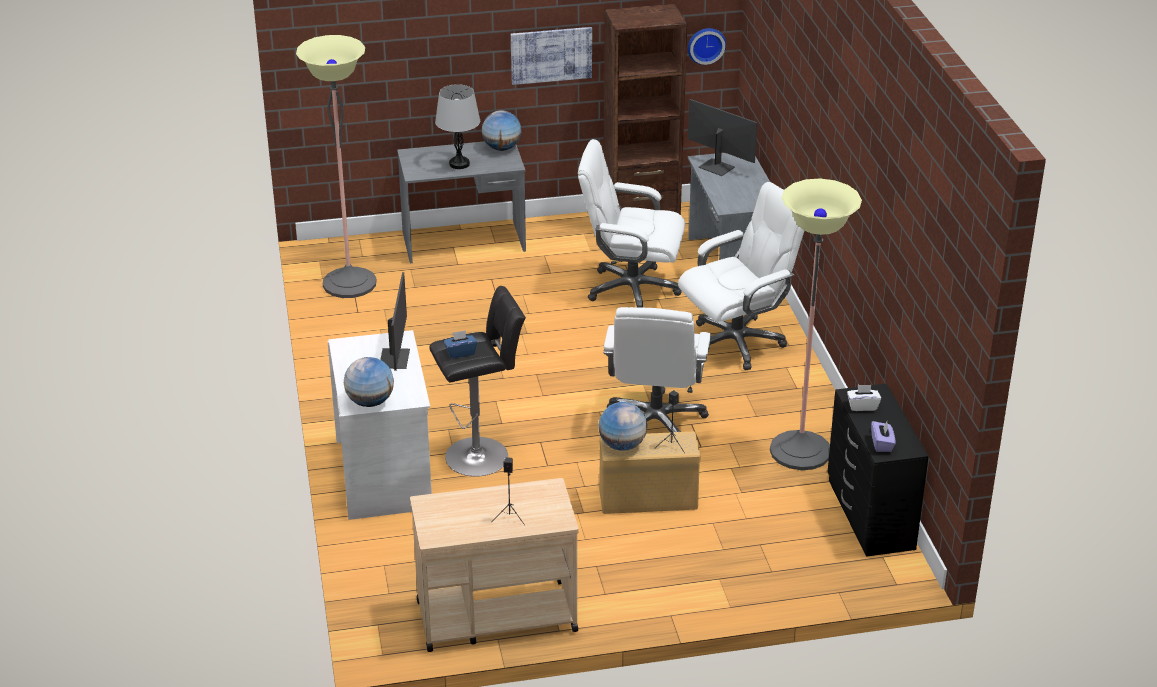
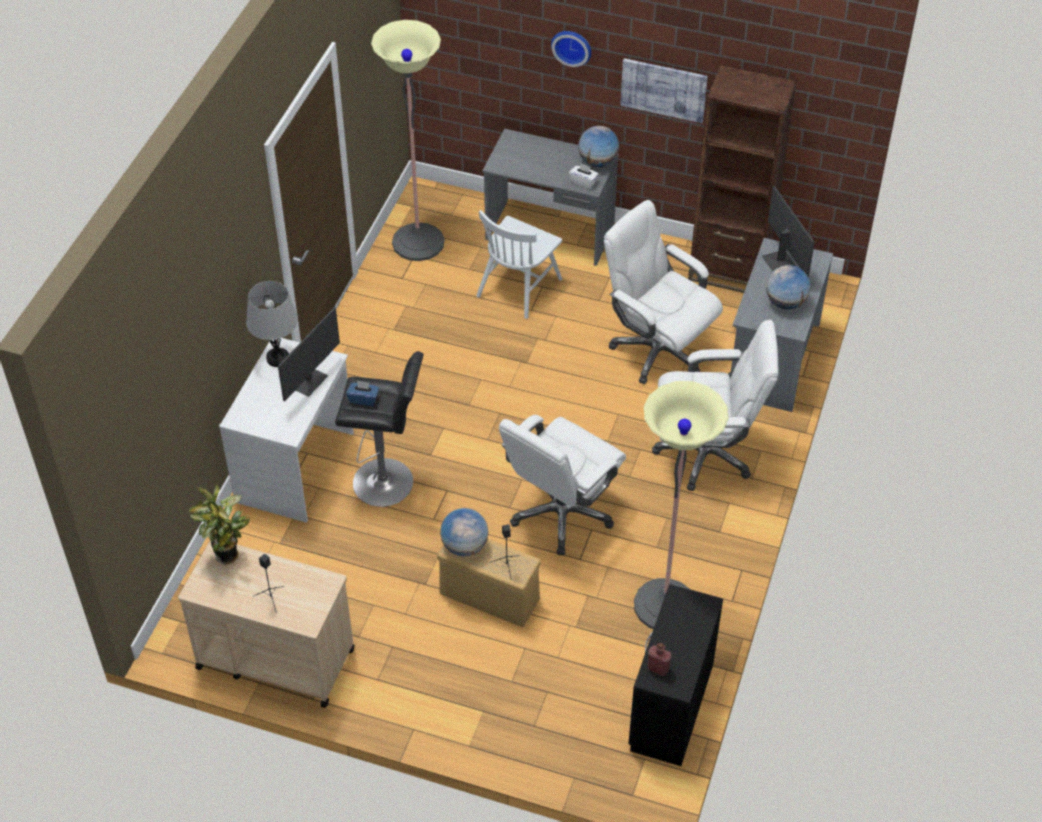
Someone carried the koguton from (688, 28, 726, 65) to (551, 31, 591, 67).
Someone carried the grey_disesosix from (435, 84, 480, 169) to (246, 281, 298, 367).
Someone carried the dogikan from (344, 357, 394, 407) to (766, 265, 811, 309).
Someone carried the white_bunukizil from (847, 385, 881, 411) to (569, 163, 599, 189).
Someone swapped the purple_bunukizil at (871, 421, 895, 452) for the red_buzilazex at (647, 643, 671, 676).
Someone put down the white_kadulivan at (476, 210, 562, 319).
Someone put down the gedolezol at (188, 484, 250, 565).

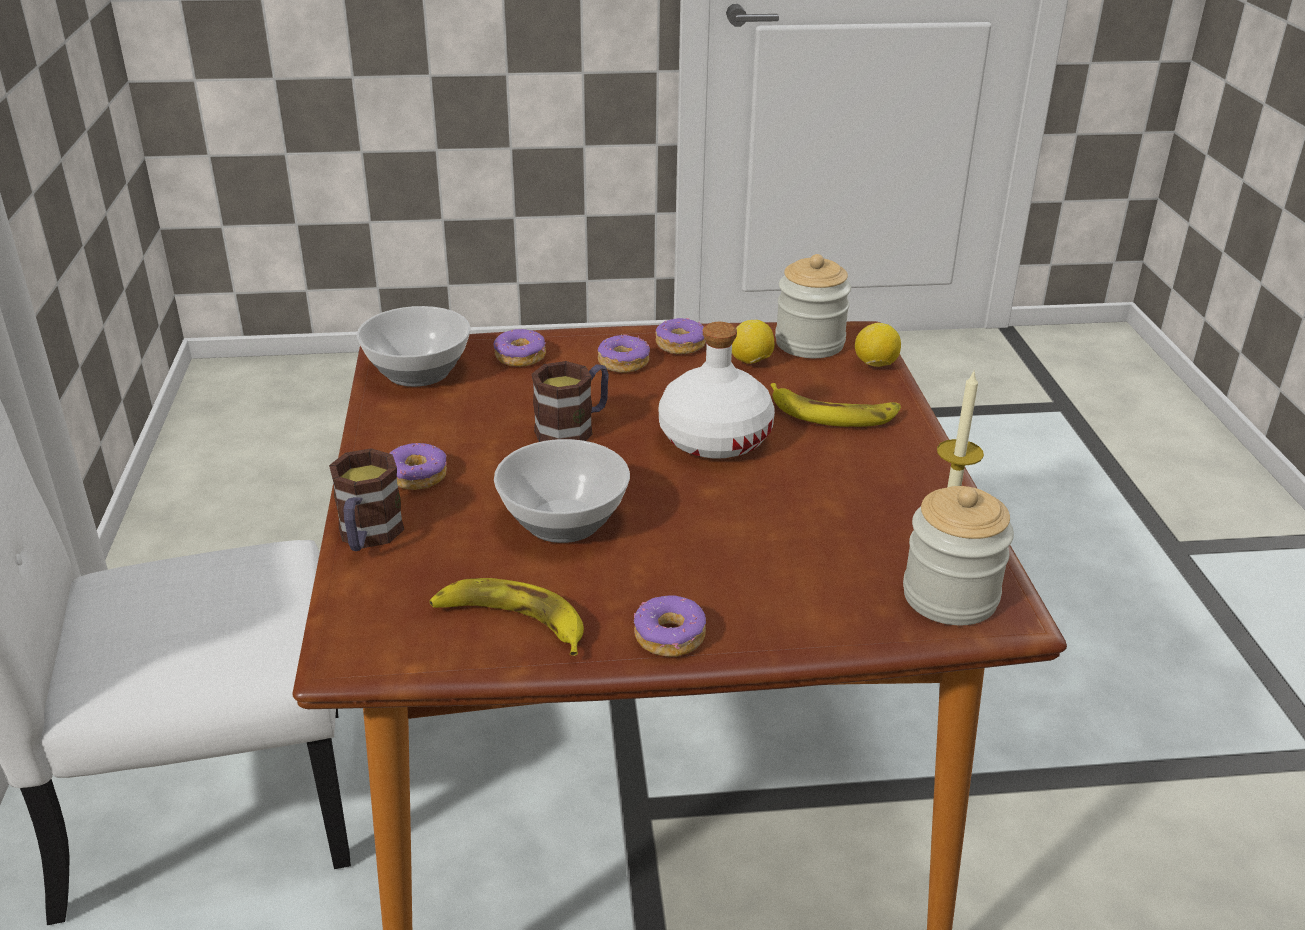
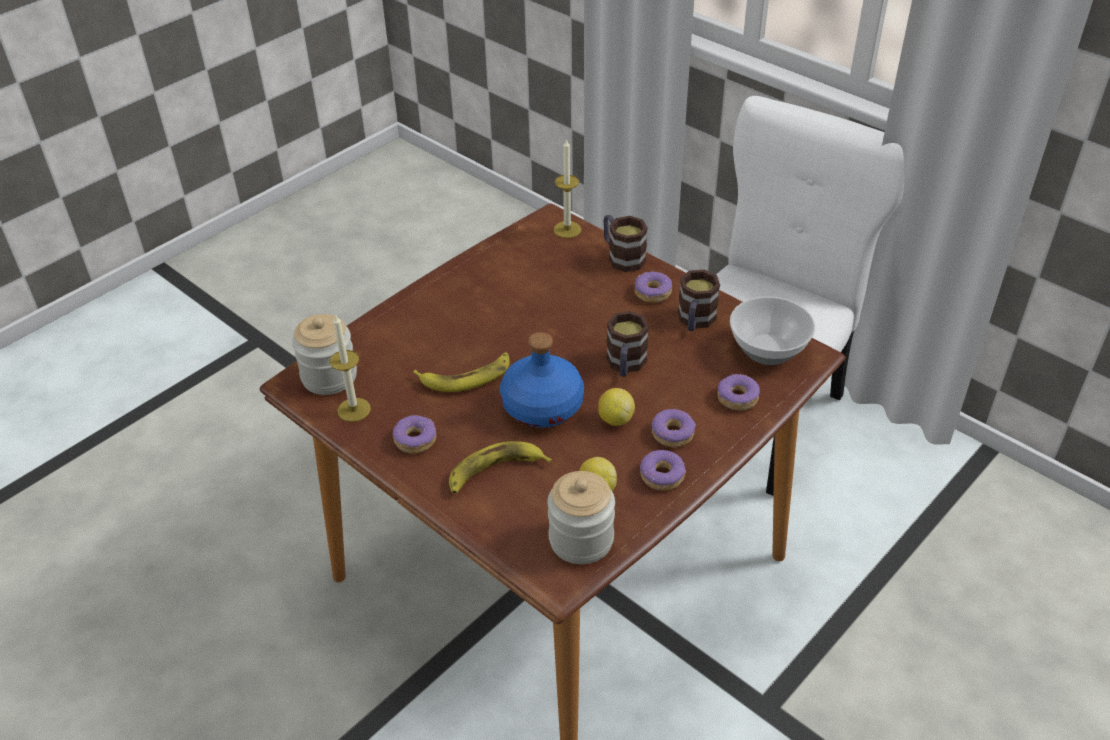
Someone repainted the white_buzilazex at (659, 322, 775, 459), which became the blue_buzilazex at (500, 332, 584, 428).
Someone carried the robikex from (855, 323, 901, 367) to (598, 388, 635, 426).
Someone took away the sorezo at (494, 439, 630, 543).
Someone carried the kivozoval from (429, 578, 584, 656) to (413, 352, 510, 392).
Someone carried the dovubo from (633, 595, 706, 657) to (393, 415, 436, 454).
Someone put down the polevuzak at (553, 138, 581, 238).
Someone put down the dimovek at (678, 270, 720, 331).

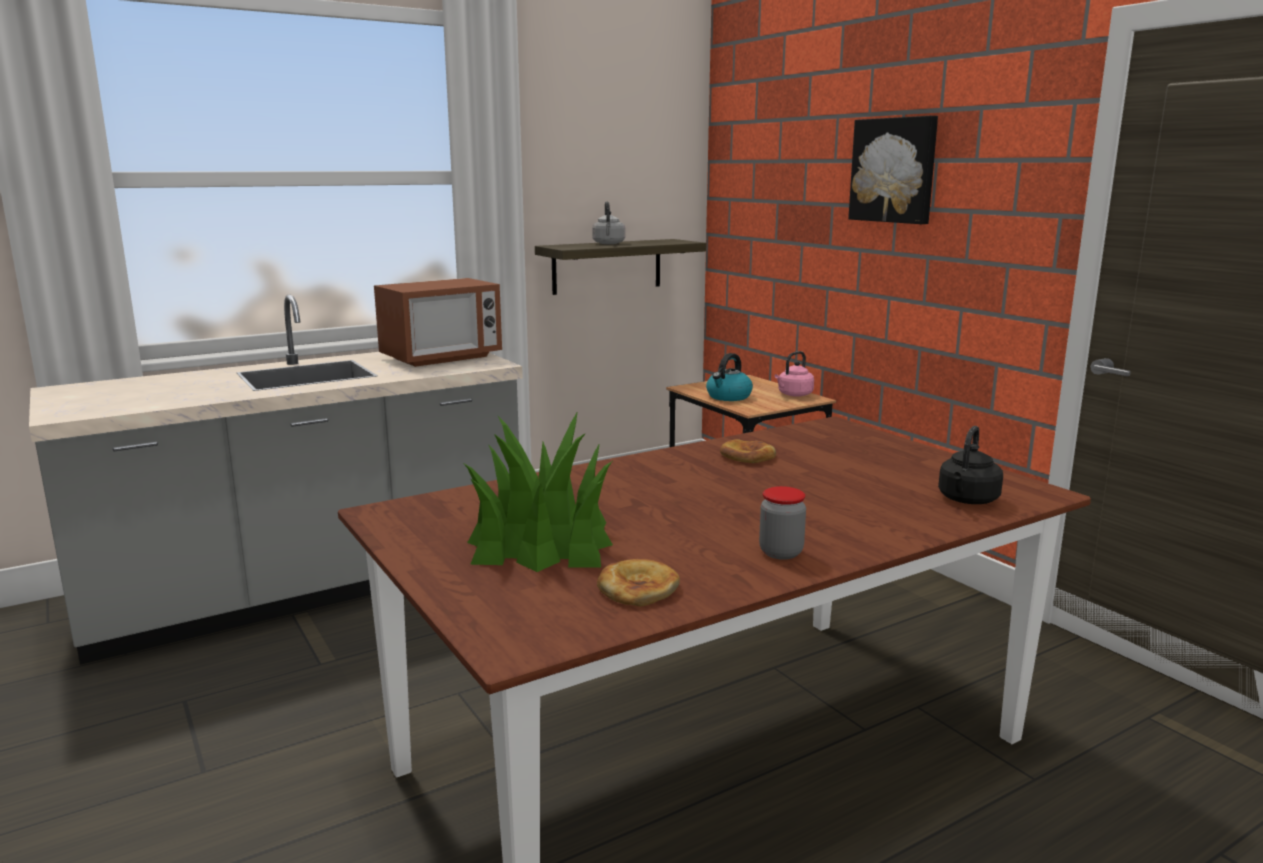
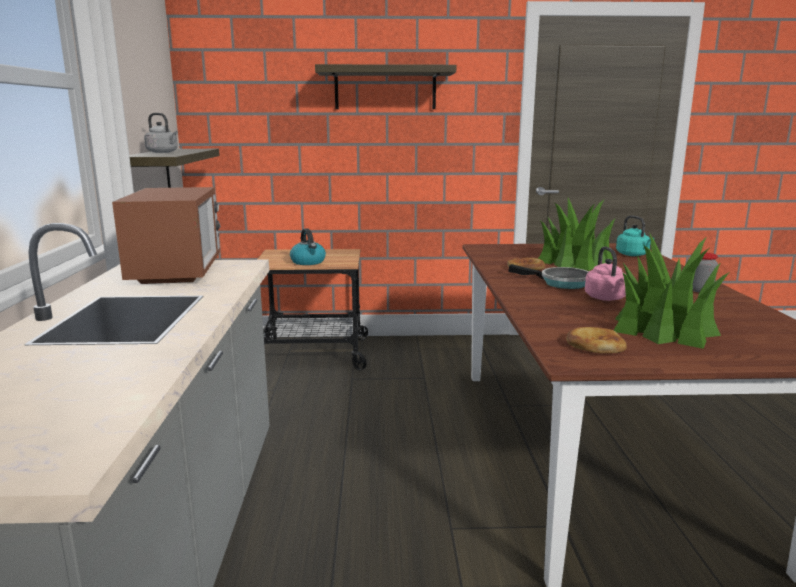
Someone swapped the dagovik at (848, 116, 938, 224) for the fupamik at (315, 64, 456, 109).
Someone carried the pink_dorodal from (774, 351, 814, 397) to (585, 246, 626, 301).
Someone repainted the black_dorodal at (938, 426, 1003, 504), which became the turquoise_dorodal at (616, 215, 654, 256).
Someone carried the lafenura from (597, 559, 680, 606) to (566, 327, 627, 353).
Someone put down the gedolezol at (538, 198, 616, 271).
Someone put down the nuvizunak at (508, 264, 589, 289).

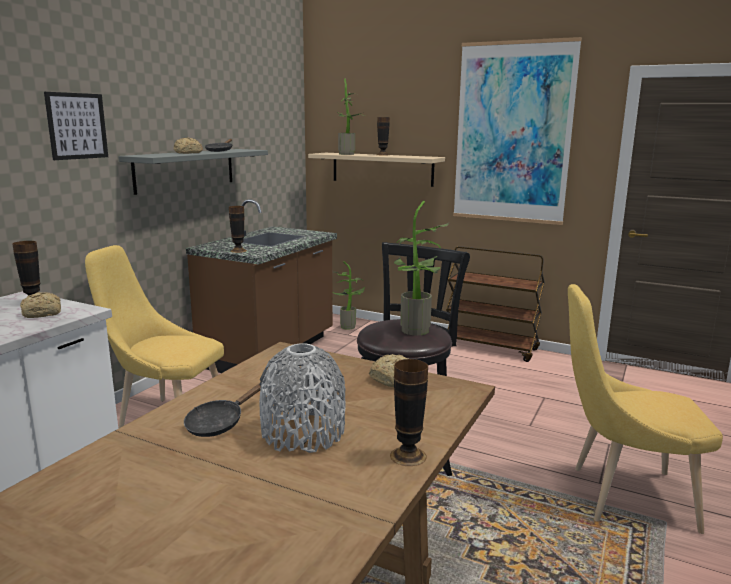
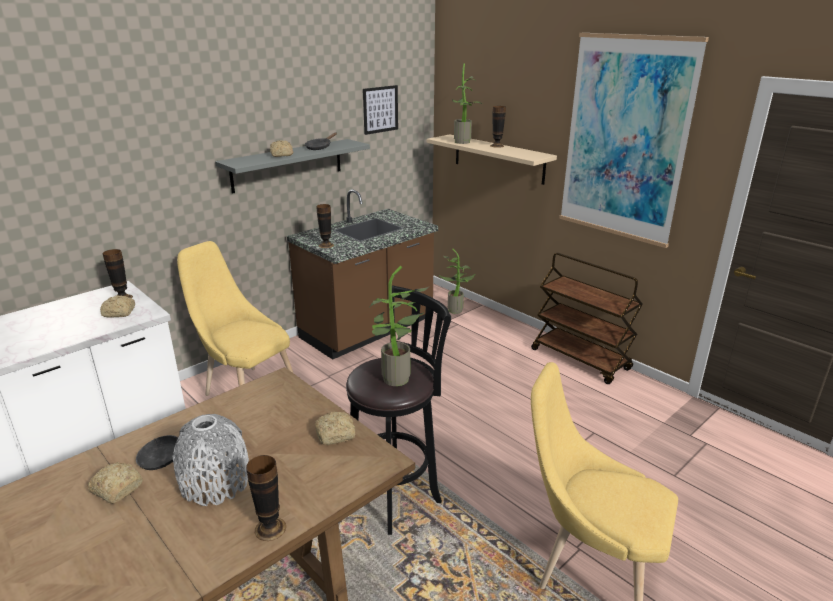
Someone carried the dagovik from (44, 92, 108, 160) to (363, 85, 398, 135).
Someone put down the lafenura at (87, 462, 143, 504).

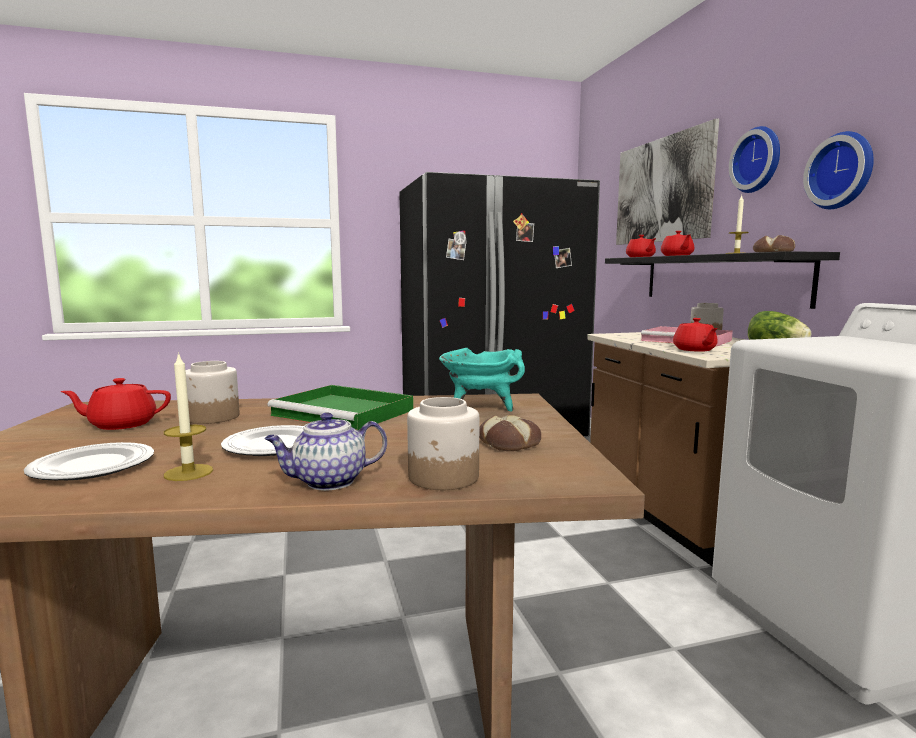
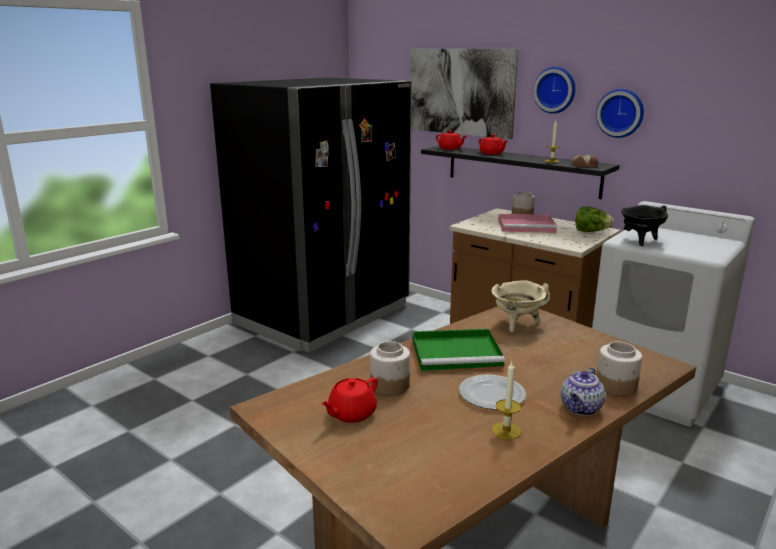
Someone took away the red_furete at (673, 318, 718, 352).
Someone repainted the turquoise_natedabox at (439, 348, 525, 412), which became the beige_natedabox at (491, 280, 550, 333).
Someone took away the lafenura at (479, 415, 541, 451).
Someone took away the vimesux at (24, 442, 154, 480).
Someone put down the black_natedabox at (621, 205, 668, 246).

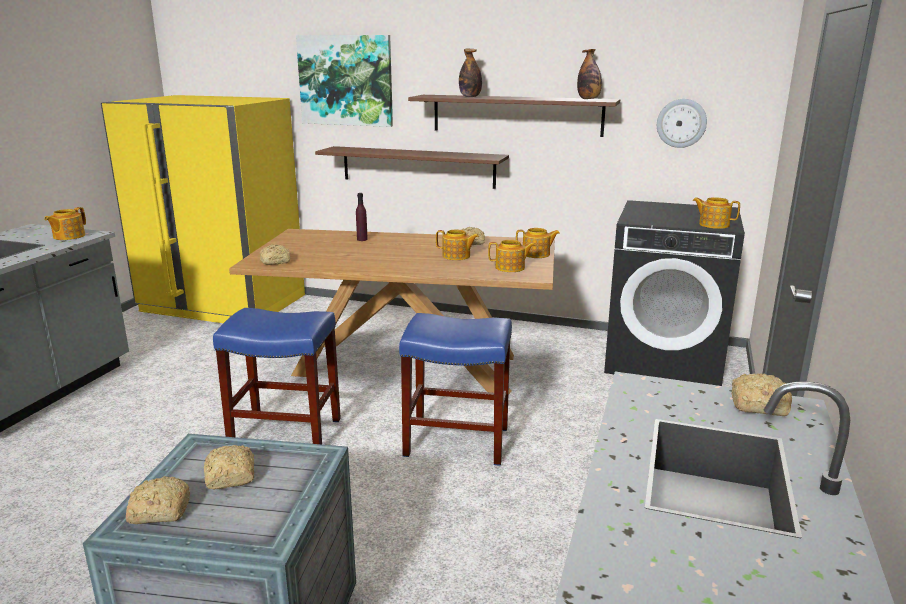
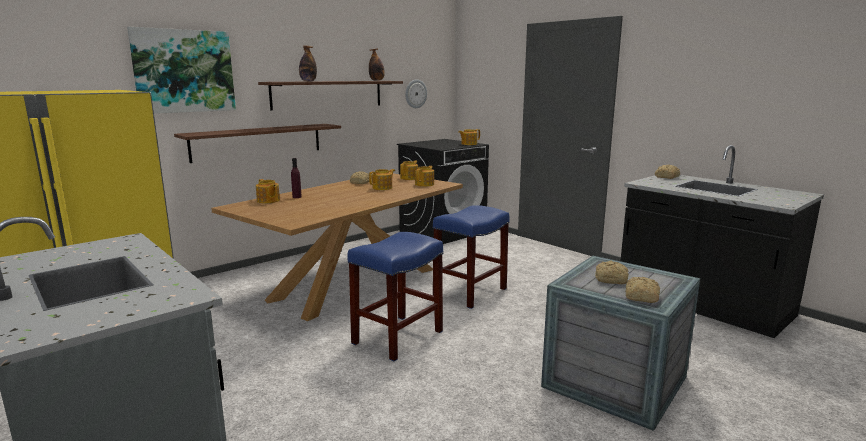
Someone carried the furete from (44, 207, 86, 240) to (256, 179, 280, 203).
Someone took away the lafenura at (260, 244, 290, 265).

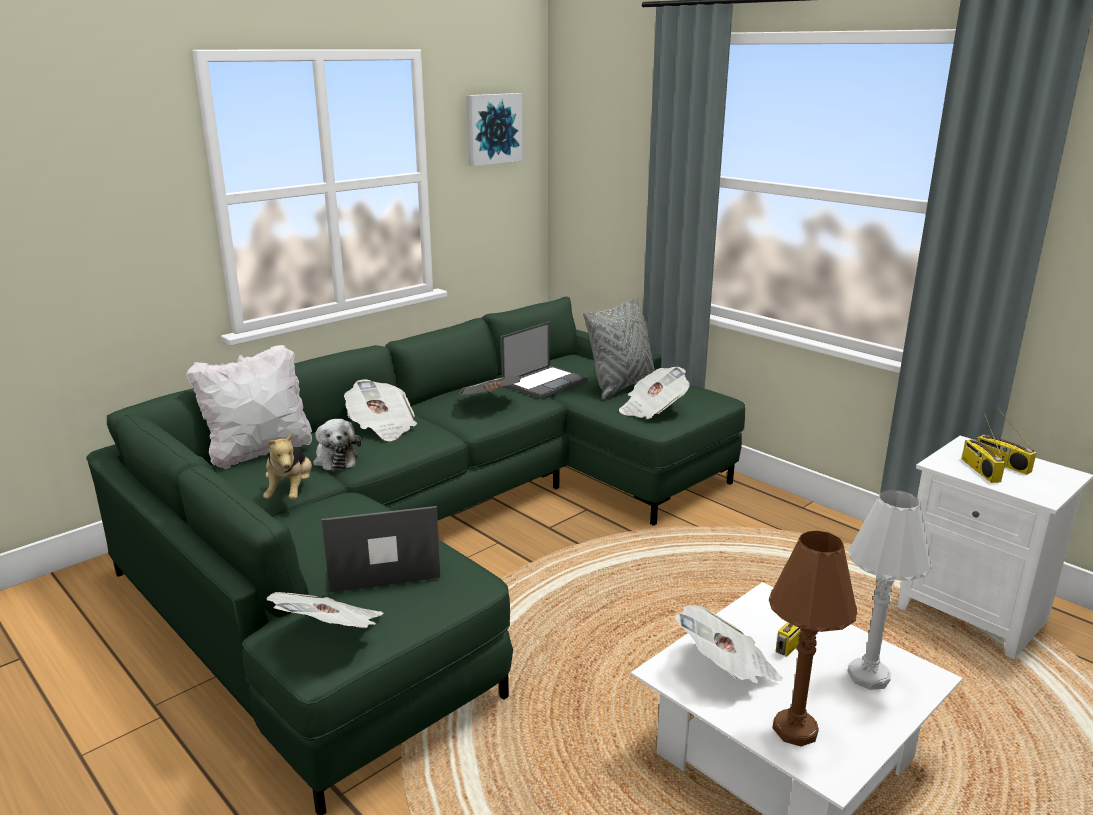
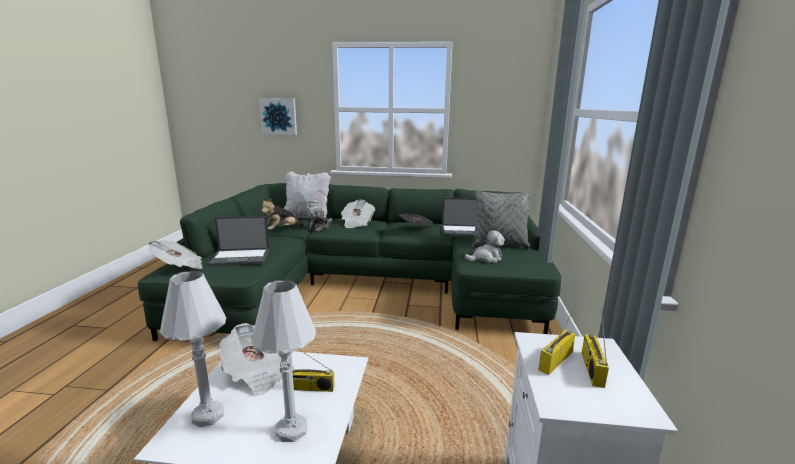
Someone carried the dagovik from (466, 93, 523, 166) to (259, 98, 297, 135).
Someone swapped the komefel at (619, 367, 690, 419) for the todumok at (465, 230, 505, 263).
Someone rotated the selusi at (321, 506, 441, 592) by 135 degrees clockwise.
Someone repainted the brown_disesosix at (769, 531, 857, 746), which became the white_disesosix at (159, 271, 226, 427).

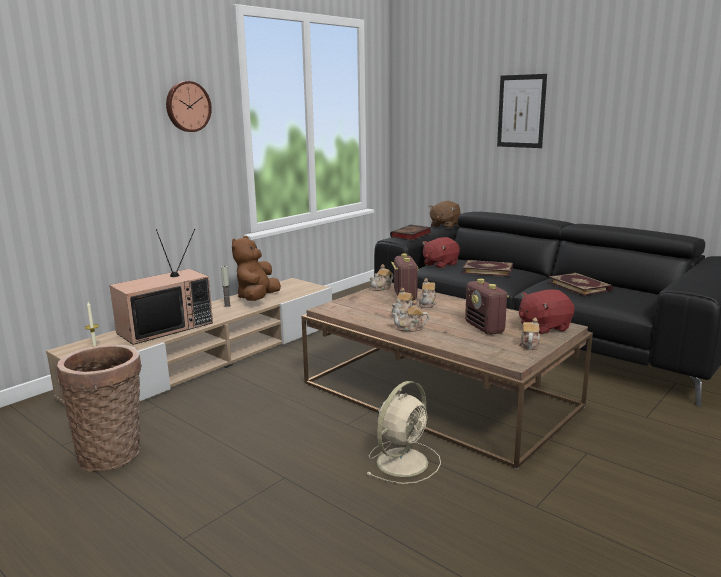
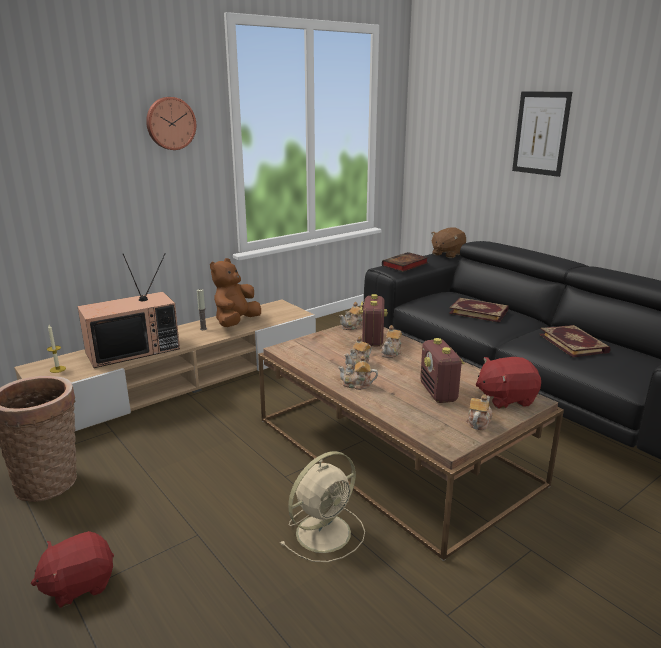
Someone carried the red_todumok from (422, 237, 460, 269) to (31, 531, 114, 608).

